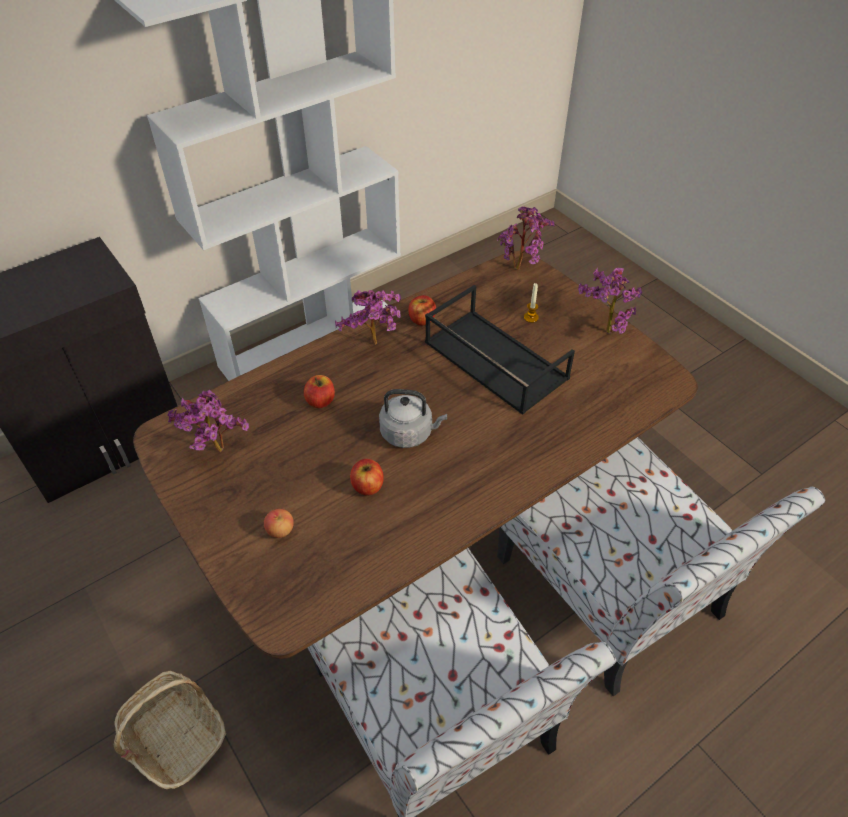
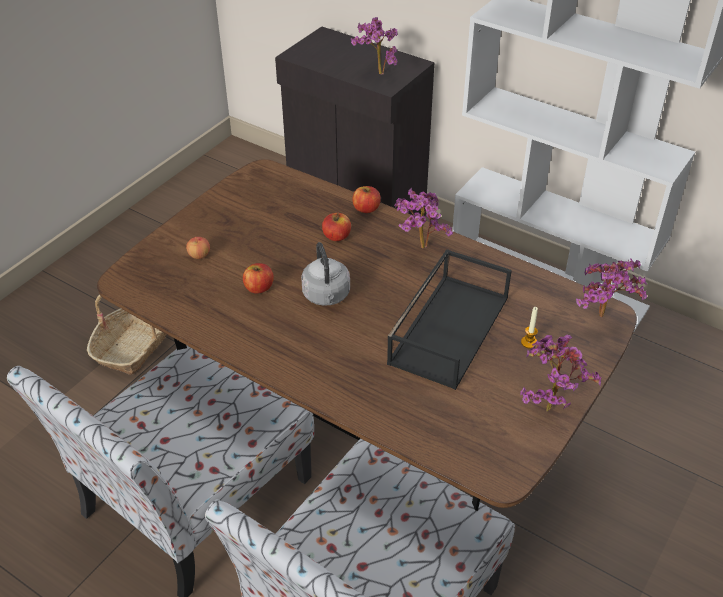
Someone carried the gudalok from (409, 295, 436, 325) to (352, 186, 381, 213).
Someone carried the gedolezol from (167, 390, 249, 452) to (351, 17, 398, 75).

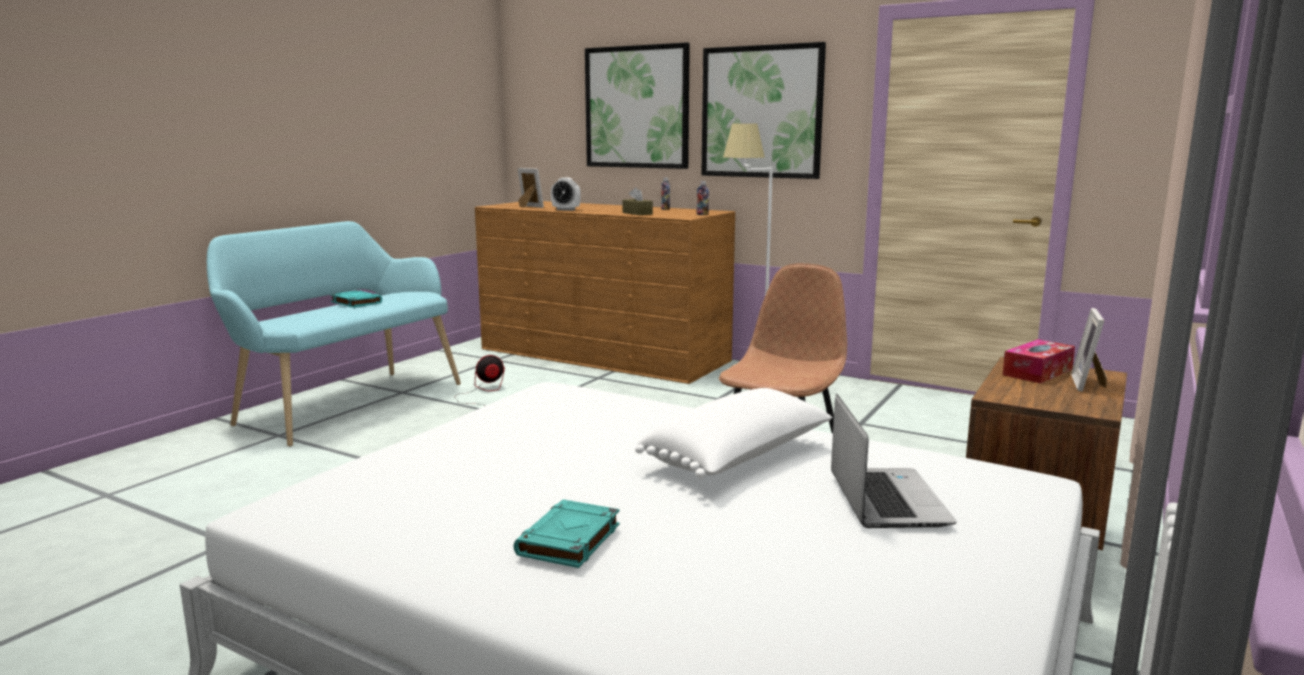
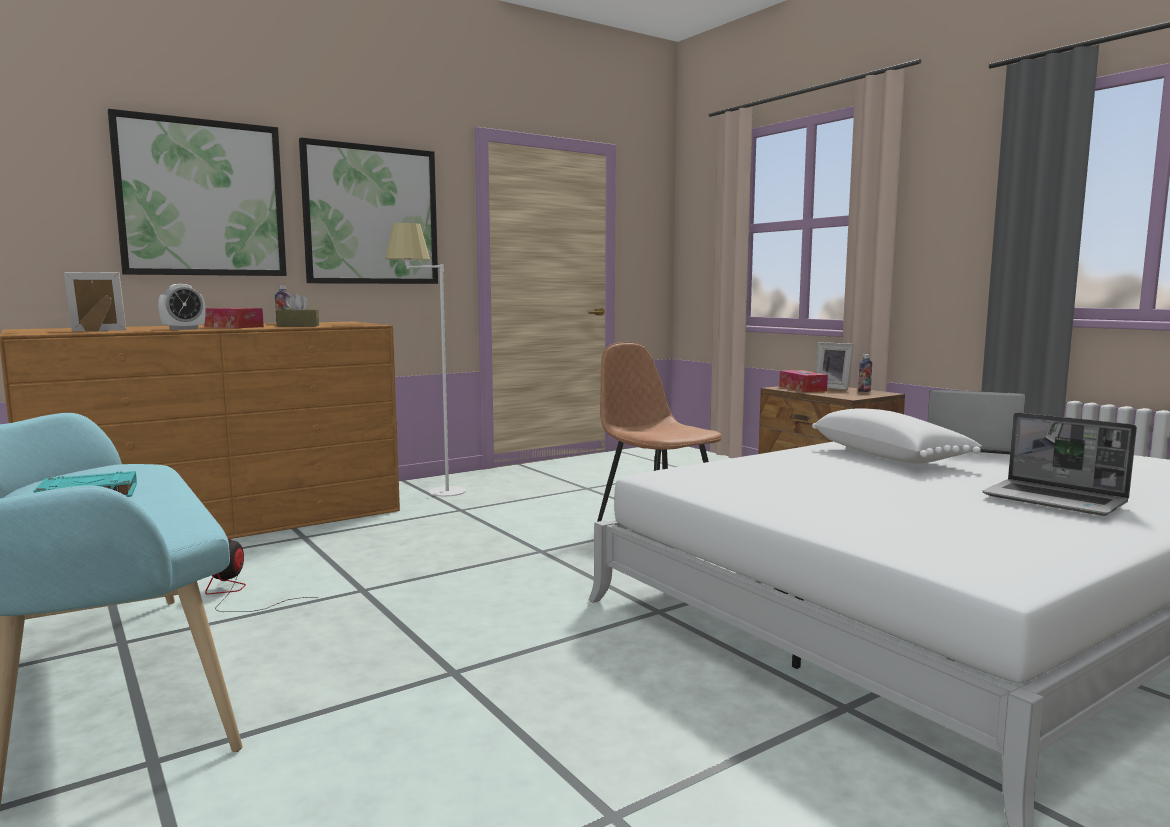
Someone carried the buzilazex from (697, 181, 709, 215) to (858, 354, 872, 392).
Someone swapped the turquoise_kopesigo at (513, 500, 620, 568) for the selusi at (983, 412, 1137, 516).
Someone put down the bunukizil at (204, 308, 264, 328).

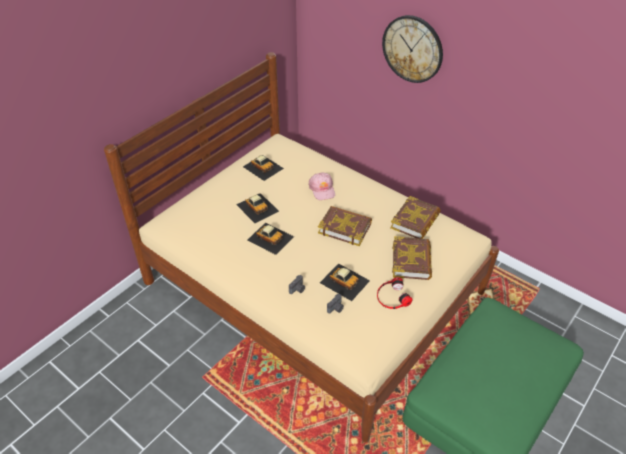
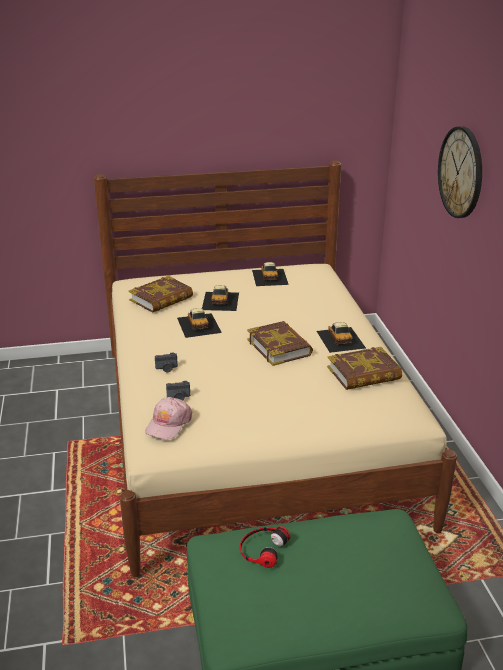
Someone carried the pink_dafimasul from (308, 173, 335, 200) to (145, 397, 192, 440).
Someone carried the kopesigo from (392, 236, 432, 280) to (129, 276, 193, 313).
Someone carried the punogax from (320, 263, 370, 301) to (317, 322, 366, 353).
Someone carried the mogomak from (377, 277, 412, 309) to (240, 526, 290, 568).

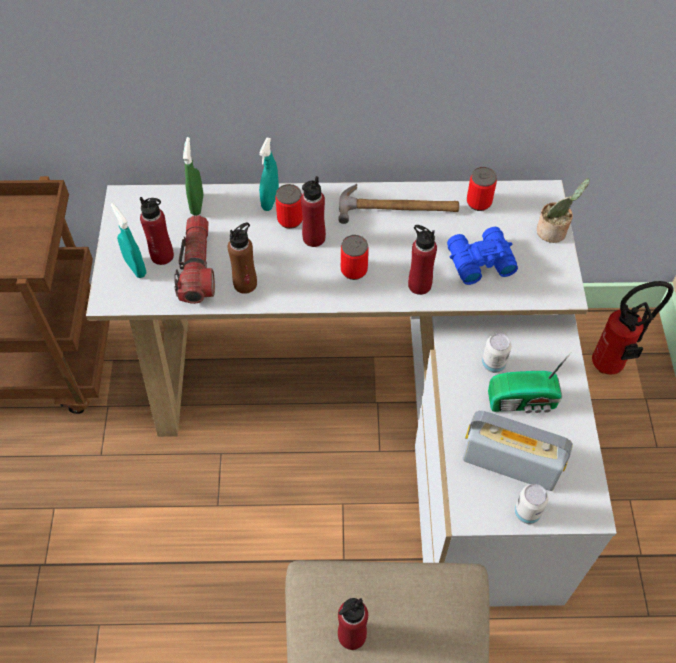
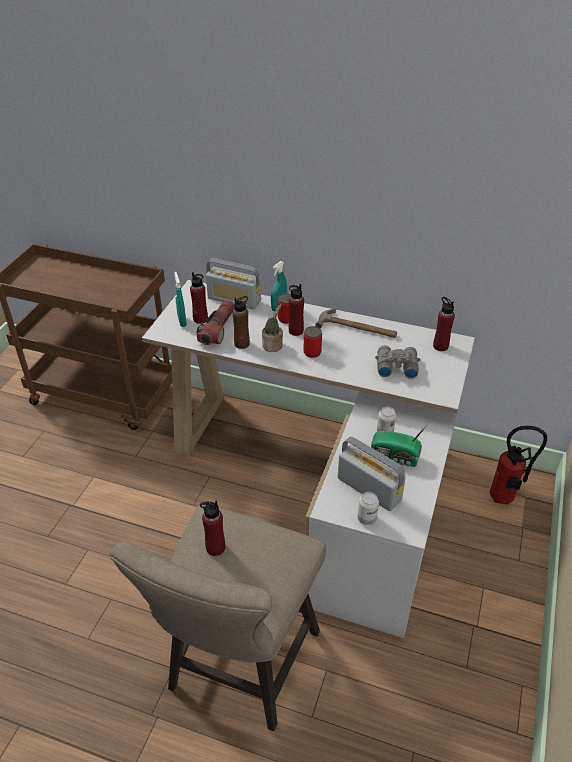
Someone swapped the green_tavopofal at (183, 137, 203, 216) for the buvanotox at (206, 258, 261, 309).
Someone took away the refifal at (467, 167, 497, 211).
Someone carried the gedolezol from (537, 178, 590, 243) to (262, 304, 283, 352).
Someone carried the red_buzilazex from (408, 225, 437, 295) to (433, 297, 455, 351).
Someone repainted the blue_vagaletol at (447, 227, 518, 285), which became the grey_vagaletol at (375, 345, 421, 379).

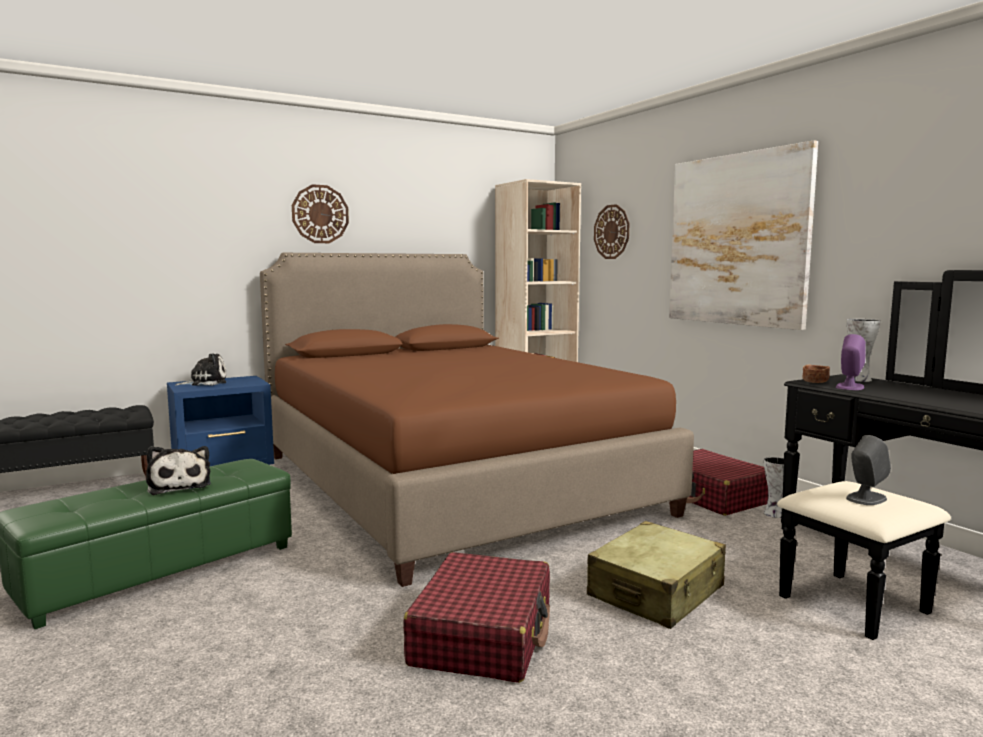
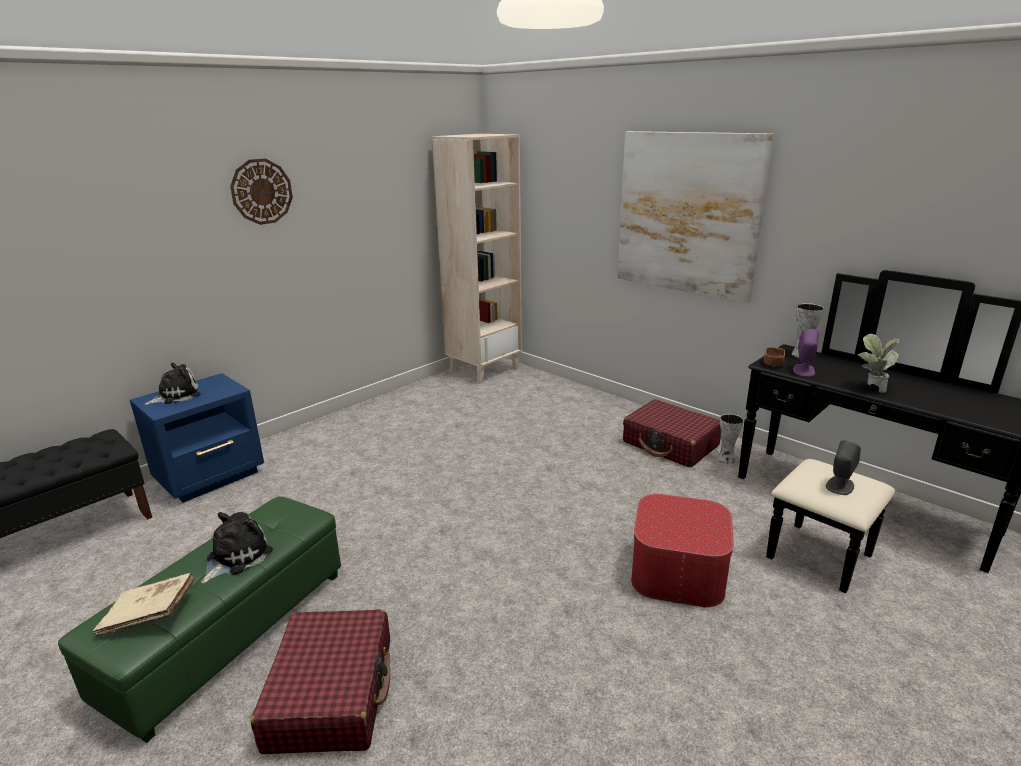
Someone took away the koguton at (594, 204, 630, 259).
Someone took away the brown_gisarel at (260, 253, 694, 587).
Someone rotated the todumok at (146, 446, 211, 495) by 105 degrees counterclockwise.
Someone swapped the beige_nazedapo at (587, 521, 726, 629) for the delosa at (631, 494, 734, 608).
Someone carried the red_nazedapo from (403, 552, 550, 683) to (251, 609, 390, 754).
Someone put down the gedolezol at (858, 334, 900, 393).
Someone put down the beige_kopesigo at (93, 573, 195, 637).

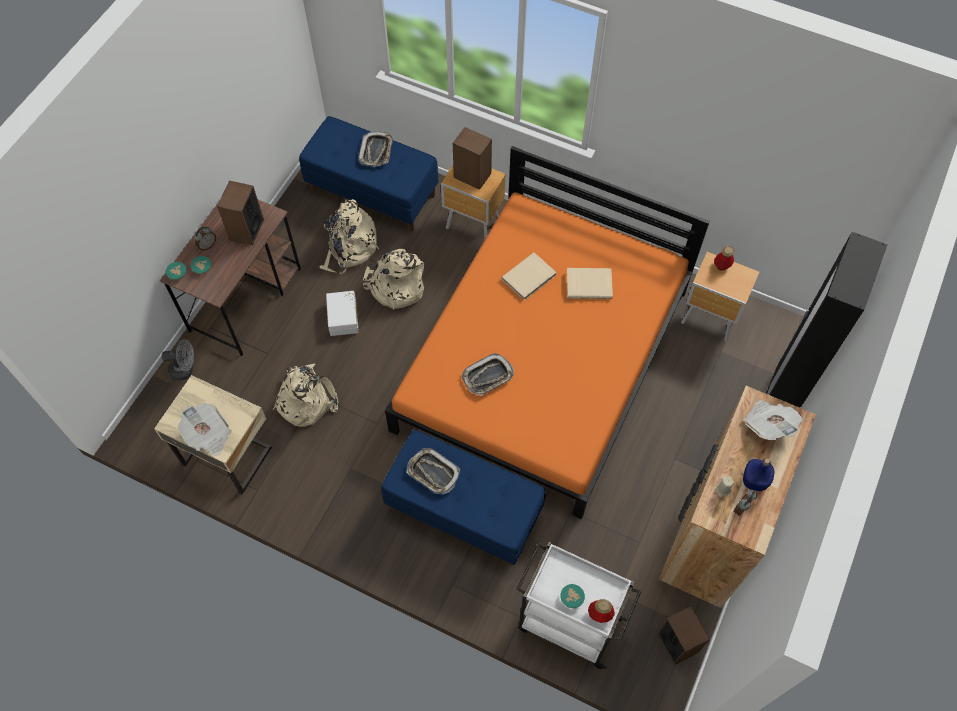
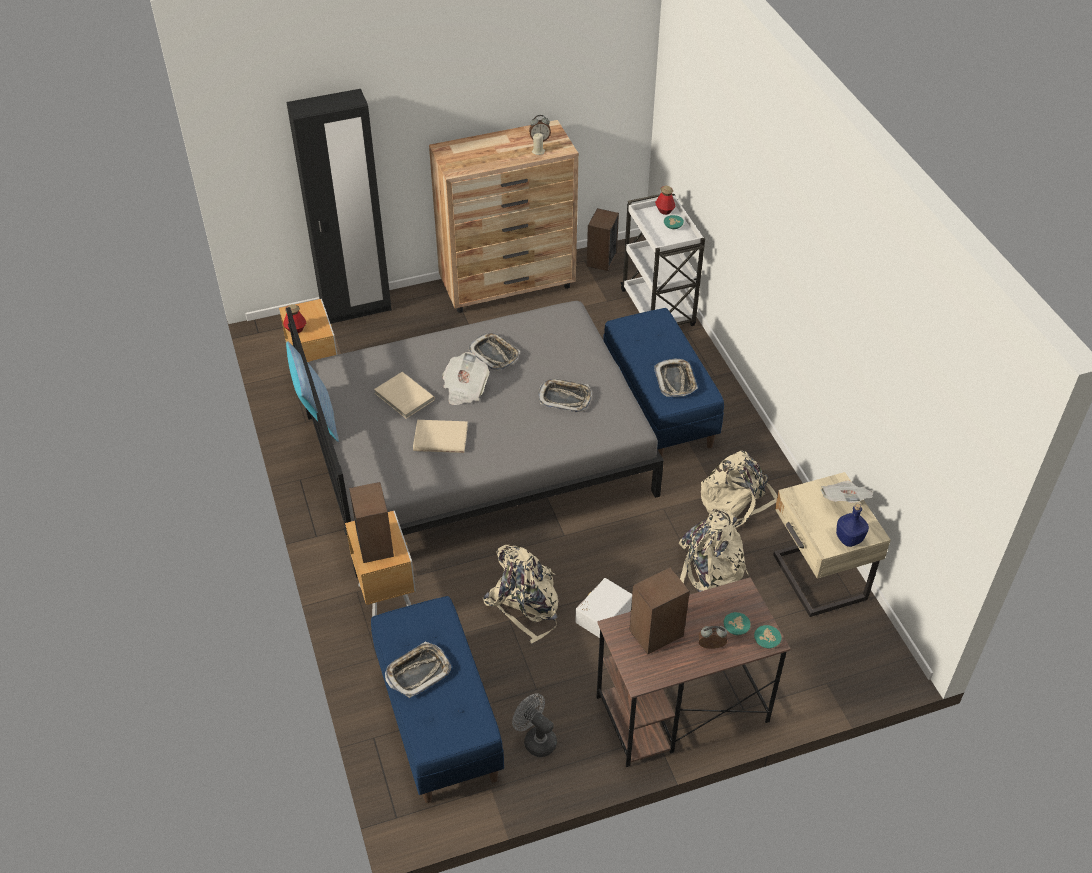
Someone repainted the orange_gisarel at (385, 146, 710, 519), which became the grey_gisarel at (286, 301, 664, 578).
Someone carried the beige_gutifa from (319, 199, 379, 274) to (701, 451, 778, 528).
Someone carried the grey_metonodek from (162, 339, 194, 381) to (512, 693, 557, 757).
Someone carried the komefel from (743, 400, 803, 440) to (442, 352, 489, 405).
Someone carried the blue_buzilazex from (743, 459, 774, 491) to (836, 504, 869, 547).
Someone put down the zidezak at (468, 333, 520, 371).
Someone put down the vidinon at (286, 341, 339, 442).

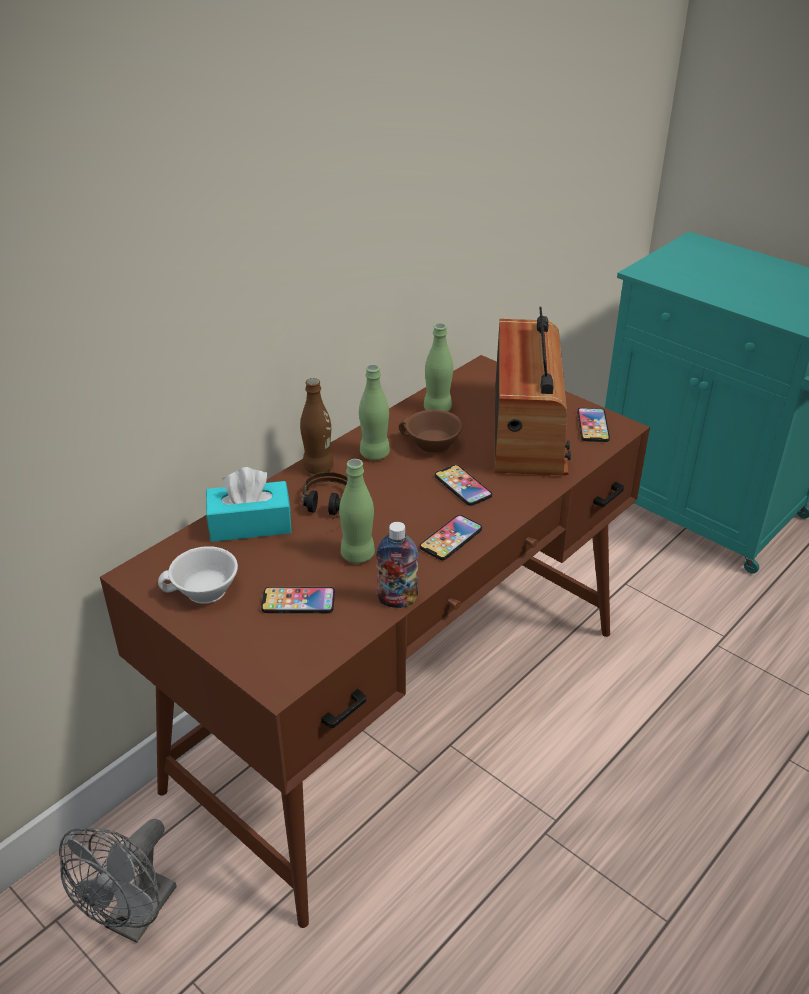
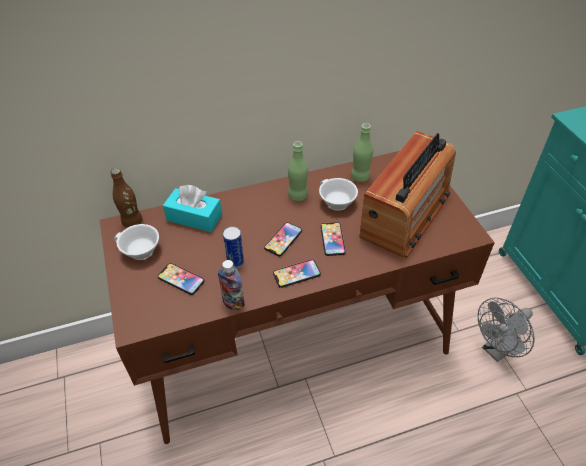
Someone carried the brown_buzilazex from (300, 378, 334, 474) to (110, 168, 143, 228).
Someone carried the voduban from (577, 408, 610, 442) to (264, 222, 302, 256).
Someone repainted the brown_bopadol at (398, 410, 463, 454), which became the white_bopadol at (319, 178, 358, 211).
Someone swapped the green_buzilazex at (339, 459, 375, 563) for the refifal at (223, 227, 244, 268).
Someone took away the mogomak at (301, 472, 348, 519).
Someone carried the grey_metonodek from (59, 819, 177, 943) to (478, 297, 535, 362).

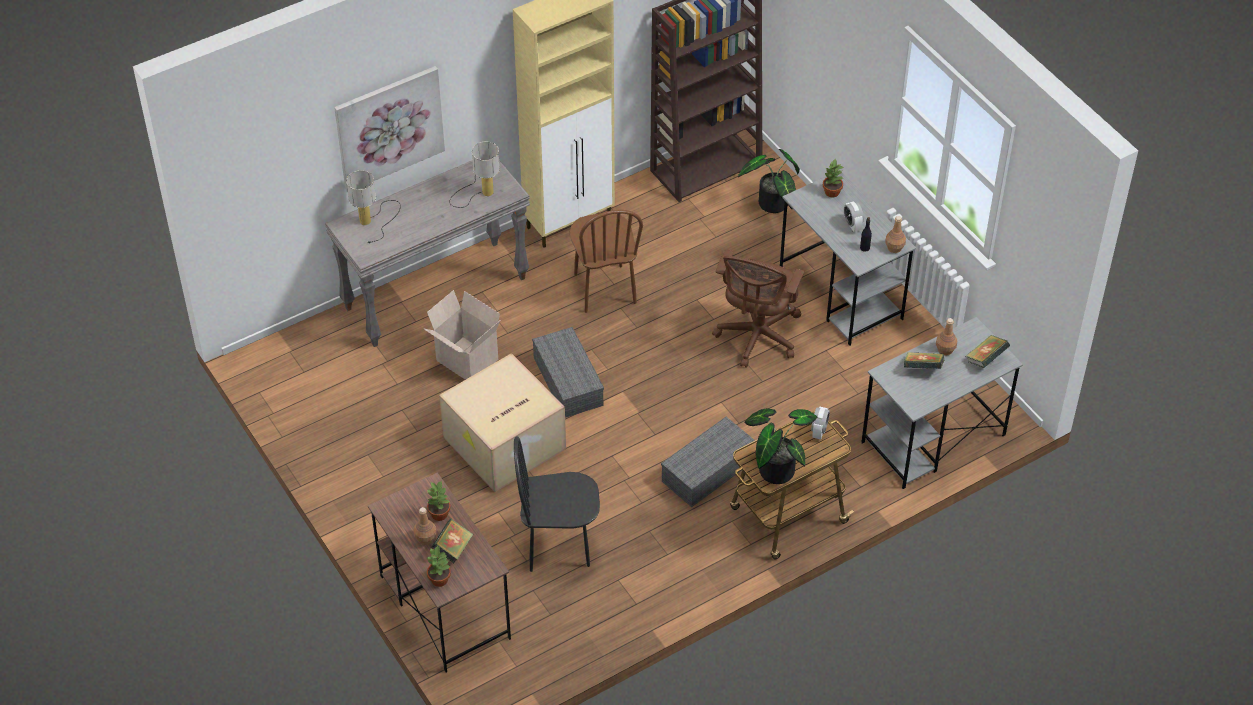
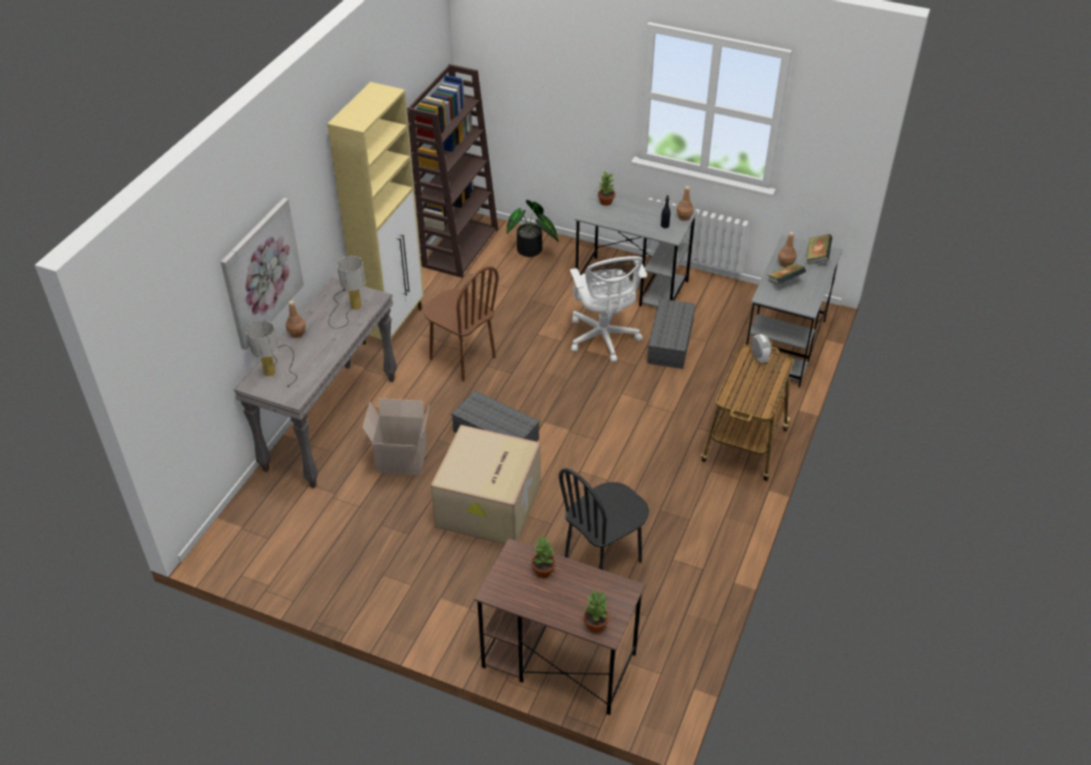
Someone took away the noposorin at (844, 202, 864, 232).
Someone repainted the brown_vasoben at (712, 249, 804, 368), which became the white_vasoben at (570, 256, 647, 363).
Someone took away the gedolezol at (744, 408, 817, 484).
Someone carried the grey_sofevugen from (661, 417, 755, 507) to (647, 299, 695, 369).
Someone carried the brown_buzilazex from (414, 507, 437, 545) to (286, 300, 306, 338).
Someone took away the kopesigo at (432, 519, 473, 563).

